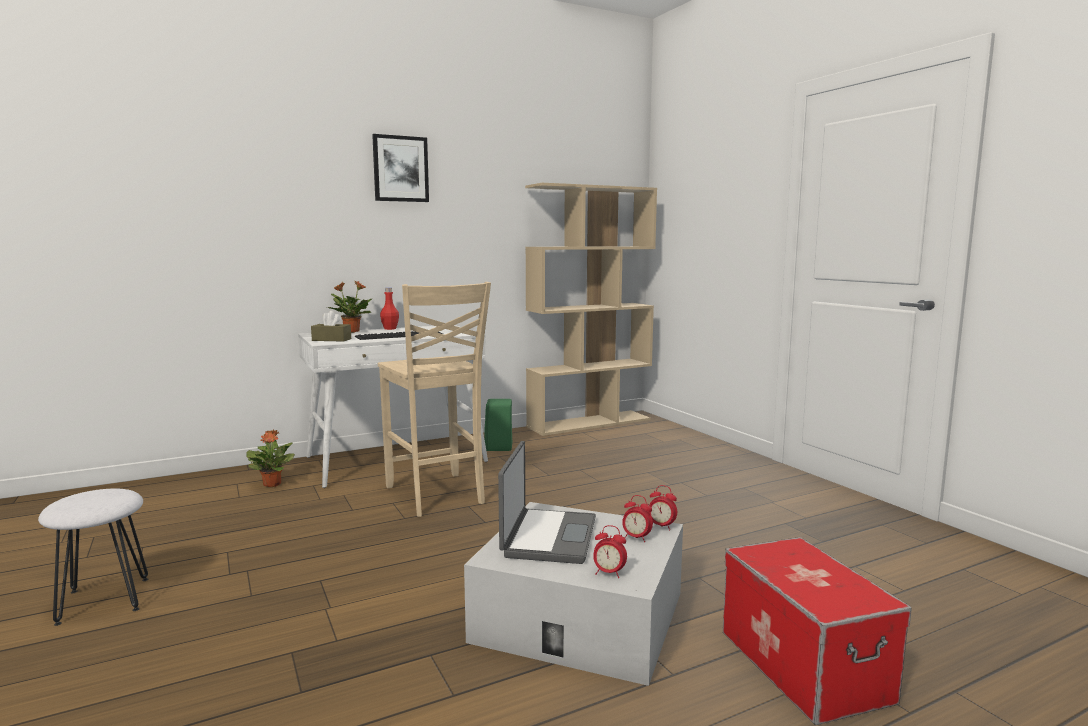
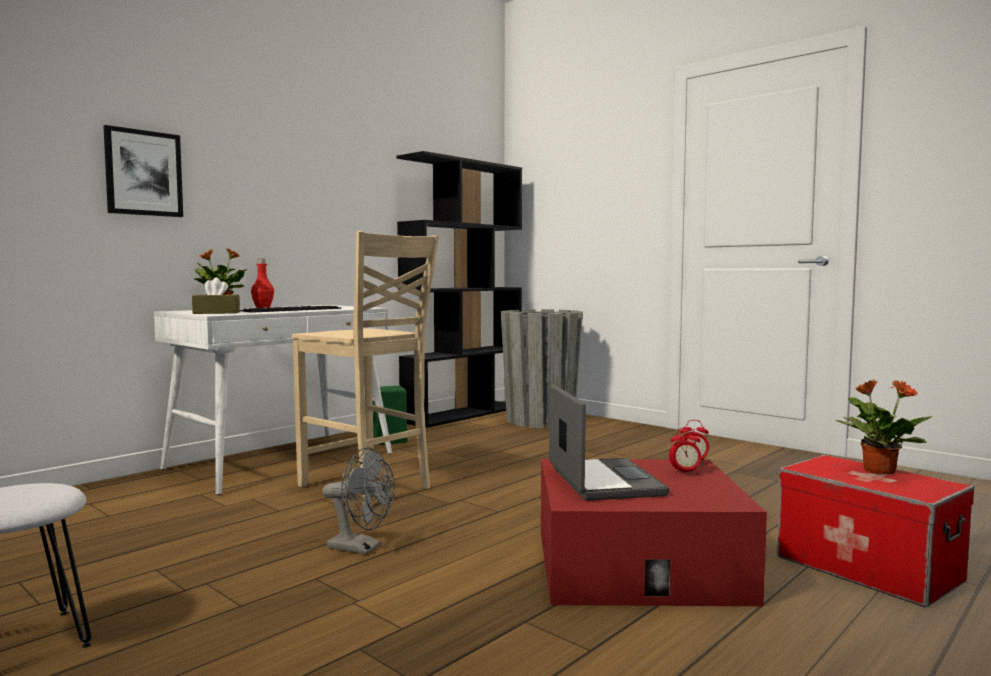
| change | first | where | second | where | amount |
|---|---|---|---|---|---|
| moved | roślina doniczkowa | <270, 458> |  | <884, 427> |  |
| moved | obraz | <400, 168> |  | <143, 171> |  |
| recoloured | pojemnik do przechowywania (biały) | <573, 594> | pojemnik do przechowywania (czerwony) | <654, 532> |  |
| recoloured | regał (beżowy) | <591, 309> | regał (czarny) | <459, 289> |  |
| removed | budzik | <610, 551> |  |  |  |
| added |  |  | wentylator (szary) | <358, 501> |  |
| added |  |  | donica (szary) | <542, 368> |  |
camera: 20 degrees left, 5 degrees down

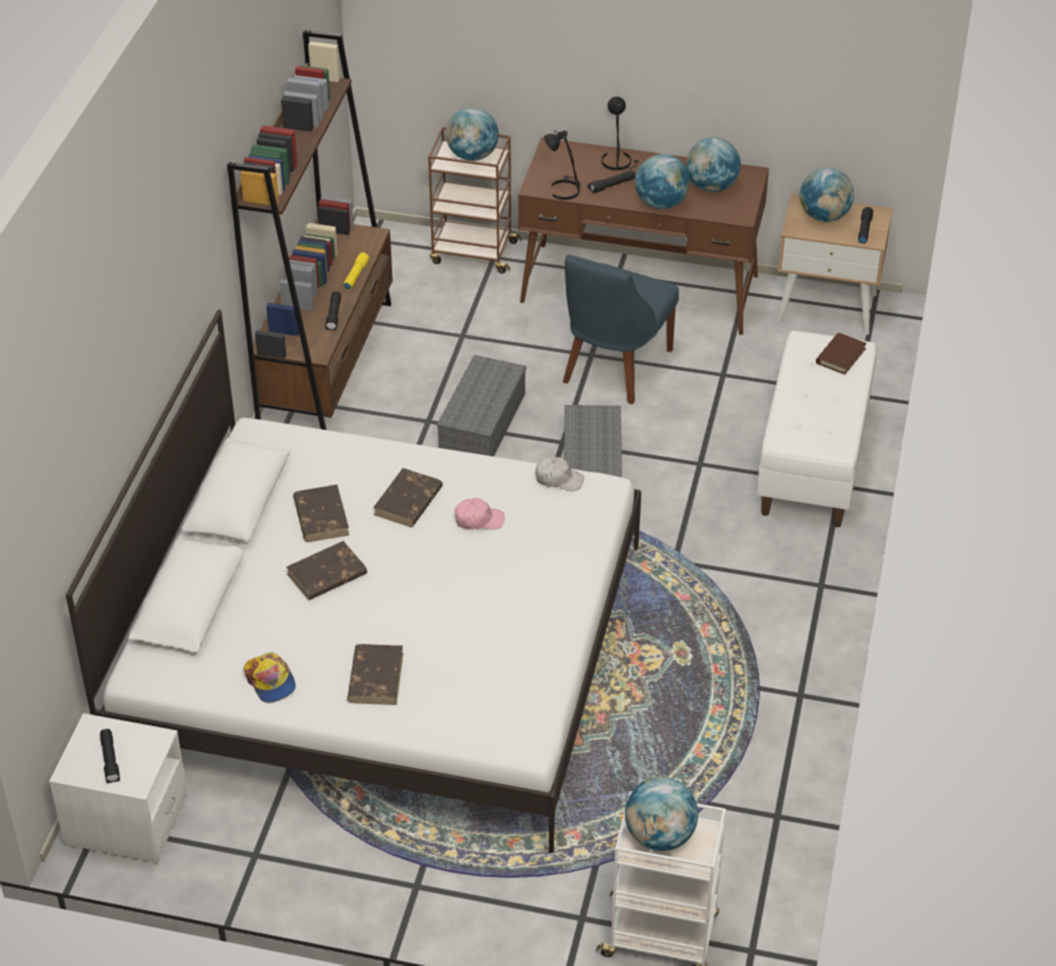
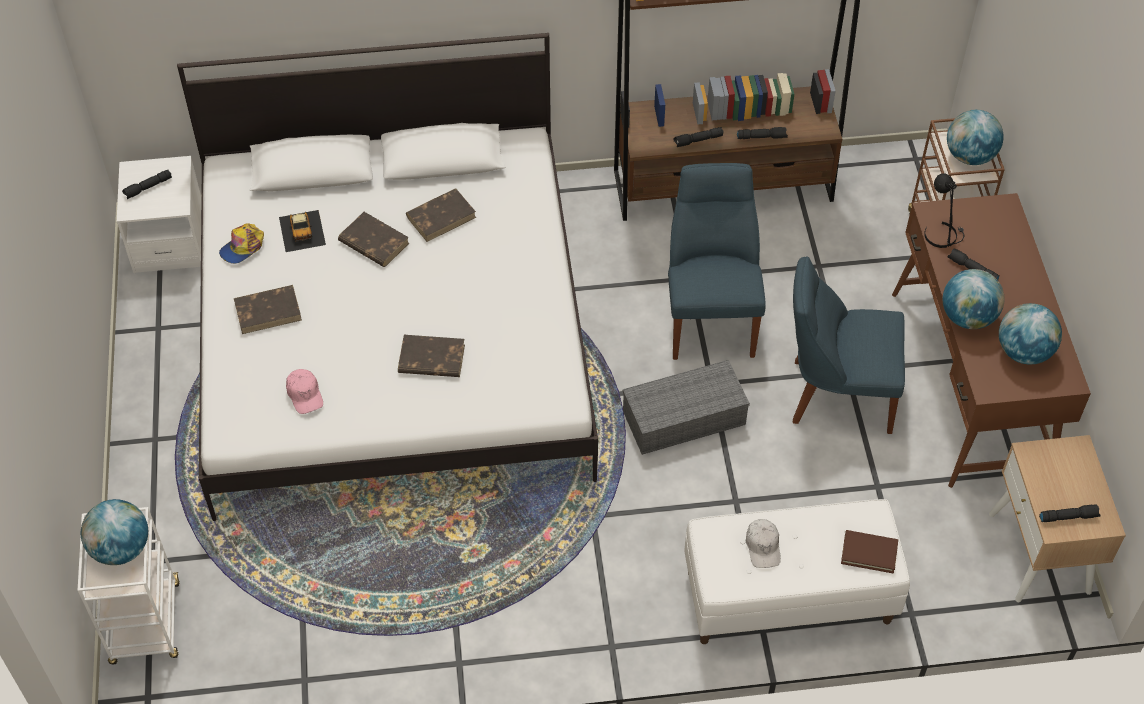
| change | first | where | second | where | amount |
|---|---|---|---|---|---|
| recoloured | latarka (żółty) | <356, 271> | latarka (czarny) | <762, 133> |  |
| moved | książka (brązowy) | <408, 497> |  | <431, 356> |  |
| replaced | pojemnik do przechowywania (szary) | <481, 405> | krzesło (niebieski) | <717, 261> |  |
| moved | czapka z daszkiem (różowy) | <479, 513> |  | <304, 391> |  |
| moved | czapka z daszkiem (biały) | <560, 474> |  | <763, 543> |  |
| removed | lampa stołowa (czarny) | <620, 133> |  |  |  |
| removed | globus | <827, 195> |  |  |  |
| added |  |  | samochodzik | <302, 231> |  |
camera: 70 degrees right, 10 degrees up

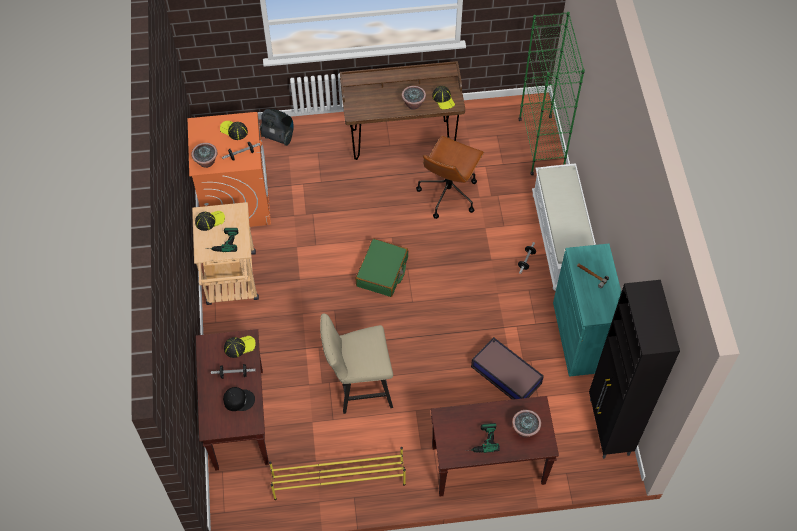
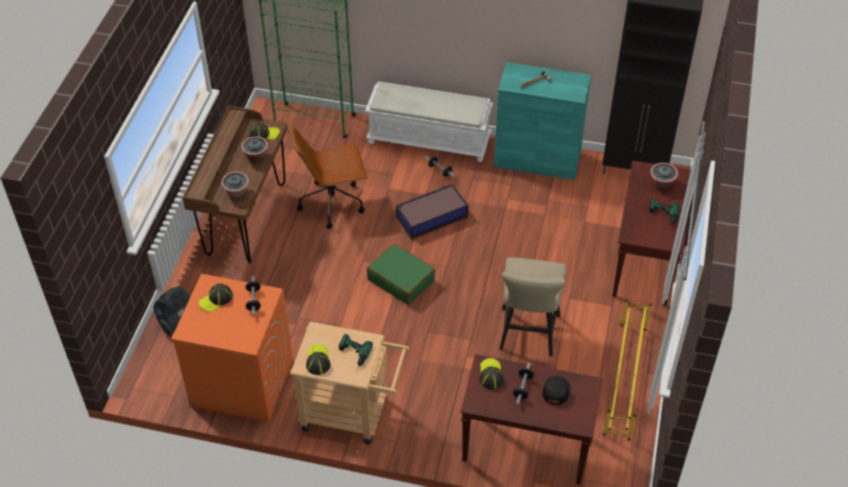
| change | first | where | second | where | amount |
|---|---|---|---|---|---|
| moved | roślina doniczkowa | <204, 155> |  | <235, 184> |  |
| turned | krzesło biurowe (brązowy) | <450, 177> |  | <329, 178> | 120 degrees clockwise |
| moved | pojemnik do przechowywania | <507, 368> |  | <432, 212> |  |
camera: 70 degrees left, 10 degrees down

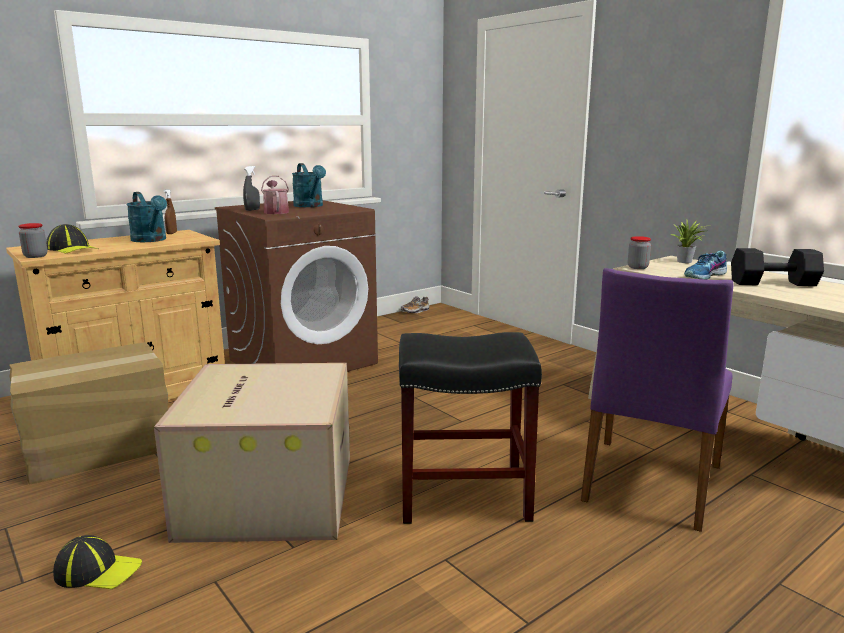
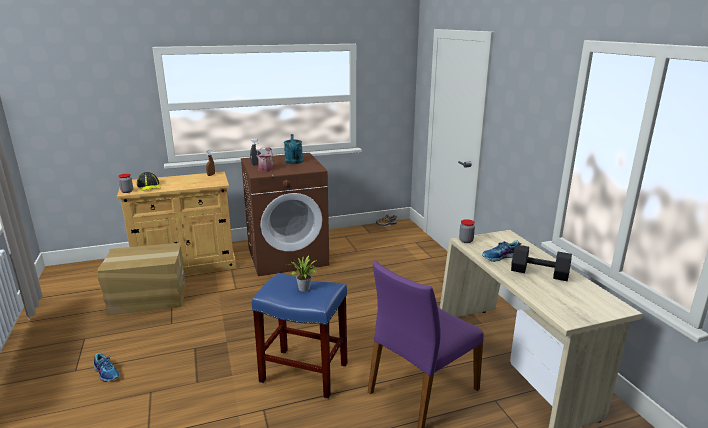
| change | first | where | second | where | amount |
|---|---|---|---|---|---|
| replaced | czapka z daszkiem | <97, 562> | but | <106, 367> |  |
| removed | konewka (turkusowy) | <146, 217> |  |  |  |
| removed | karton | <252, 453> |  |  |  |
| recoloured | stołek (czarny) | <470, 428> | stołek (niebieski) | <299, 336> |  |
| moved | roślina doniczkowa | <688, 241> |  | <302, 273> |  |
camera: 20 degrees right, 5 degrees up

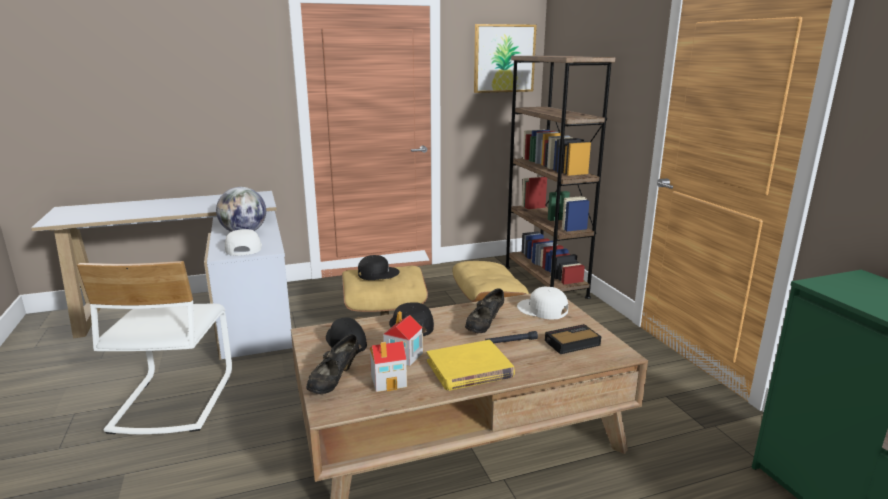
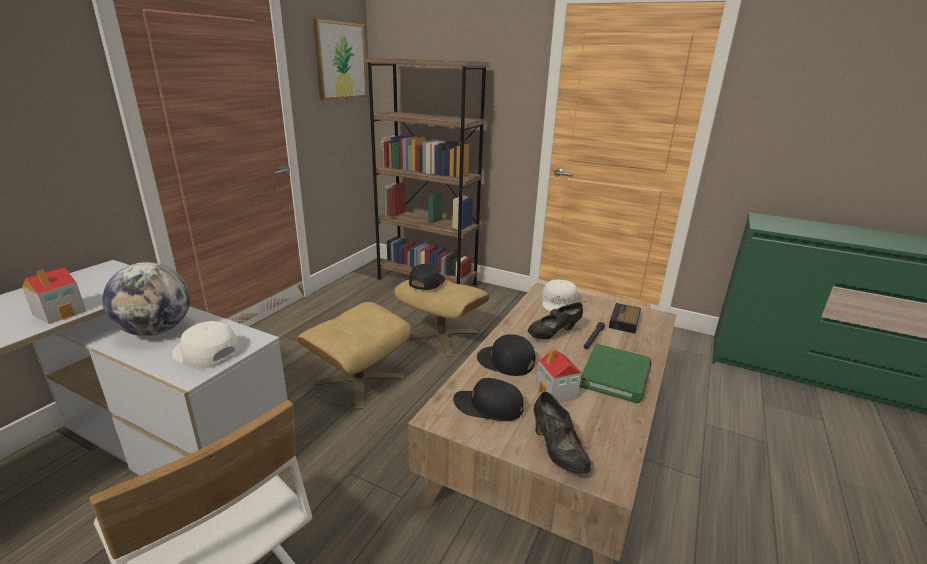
| change | first | where | second | where | amount |
|---|---|---|---|---|---|
| moved | czapka z daszkiem (czarny) | <378, 267> |  | <427, 277> |  |
| moved | domek | <388, 366> |  | <54, 295> |  |
| recoloured | książka (żółty) | <471, 365> | książka (zielony) | <616, 373> |  |
| turned | but (czarny) | <484, 311> |  | <555, 321> | 75 degrees clockwise |
| turned | czapka z daszkiem (biały) | <542, 303> |  | <560, 295> | 75 degrees counterclockwise |
camera: 45 degrees left, 5 degrees up

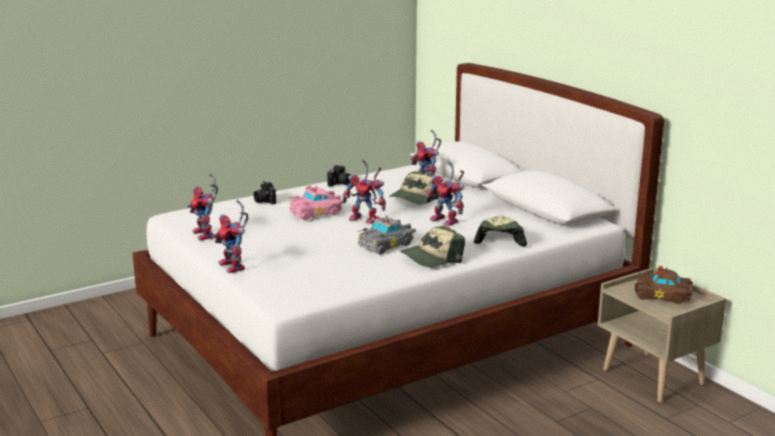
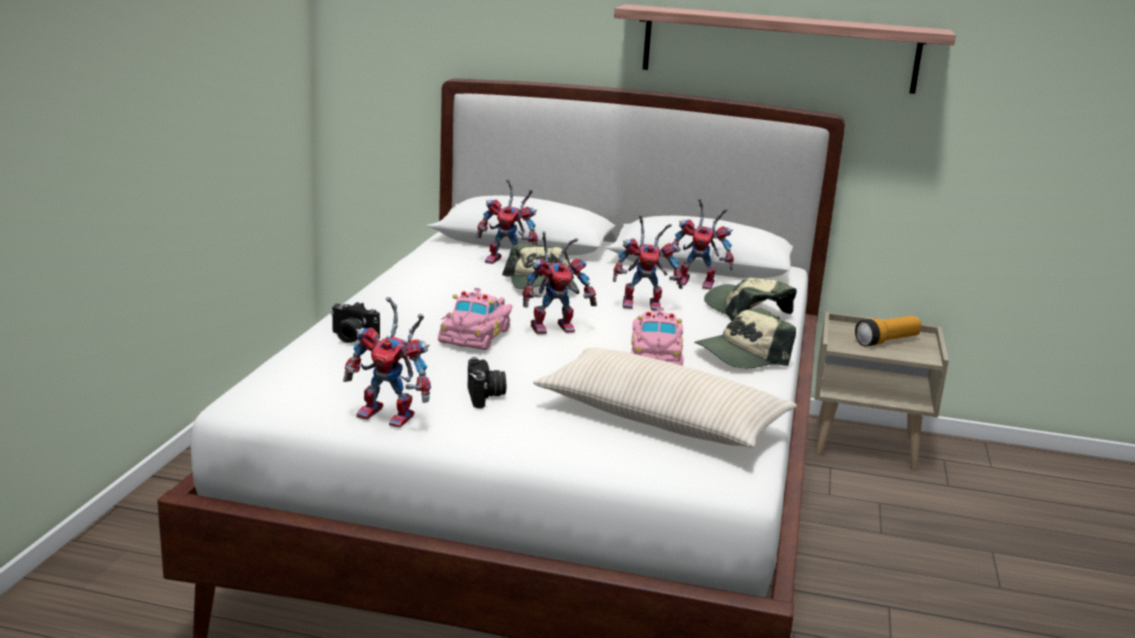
| change | first | where | second | where | amount |
|---|---|---|---|---|---|
| moved | robot zabawkowy | <230, 236> |  | <702, 244> |  |
| moved | aparat fotograficzny | <339, 176> |  | <486, 382> |  |
| recoloured | samochodzik (szary) | <387, 234> | samochodzik (różowy) | <657, 336> |  |
| turned | czapka z daszkiem | <432, 246> |  | <745, 338> | 45 degrees clockwise |
| replaced | samochodzik (brązowy) | <664, 285> | latarka | <888, 331> |  |
| added |  |  | poduszka (beżowy) | <665, 398> |  |
| added |  |  | półka | <785, 49> |  |
camera: 45 degrees left, 0 degrees up

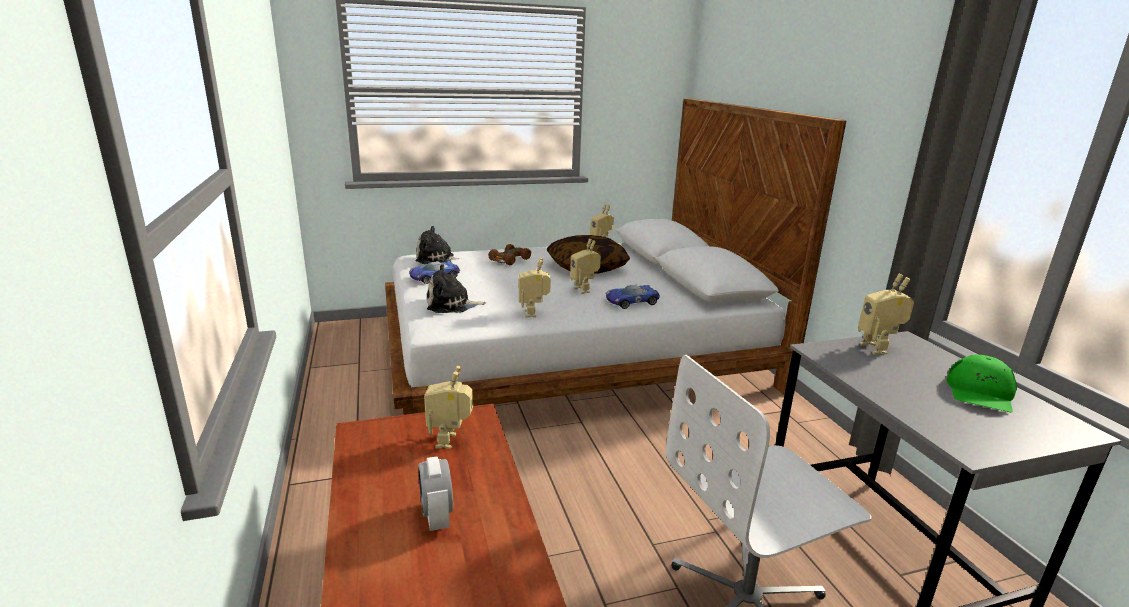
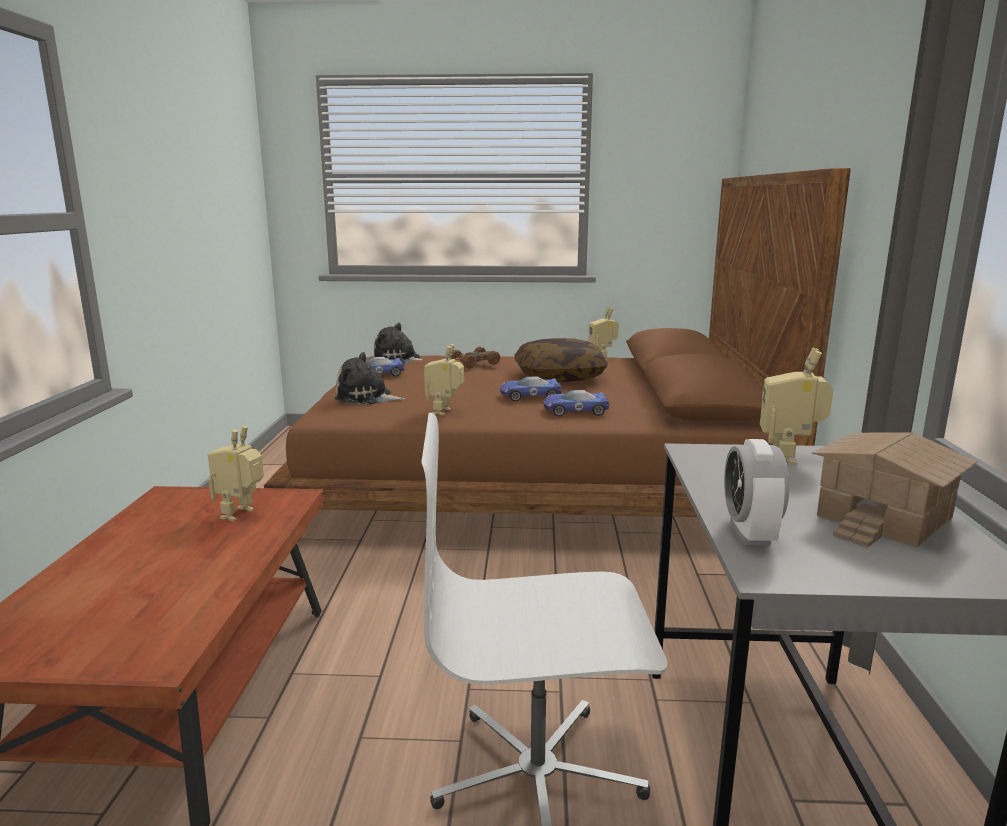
| change | first | where | second | where | amount |
|---|---|---|---|---|---|
| recoloured | łóżko (biały) | <615, 256> | łóżko (brązowy) | <557, 355> |  |
| moved | budzik | <435, 493> |  | <756, 492> |  |
| replaced | robot zabawkowy | <585, 266> | samochodzik | <531, 388> |  |
| replaced | czapka z daszkiem (zielony) | <982, 383> | domek | <894, 490> |  |
camera: 20 degrees right, 5 degrees down

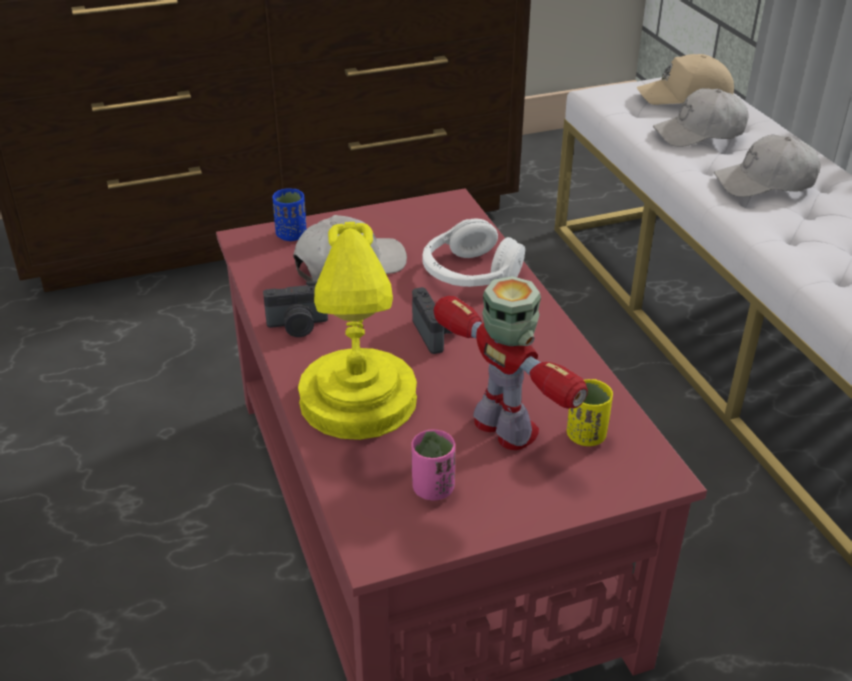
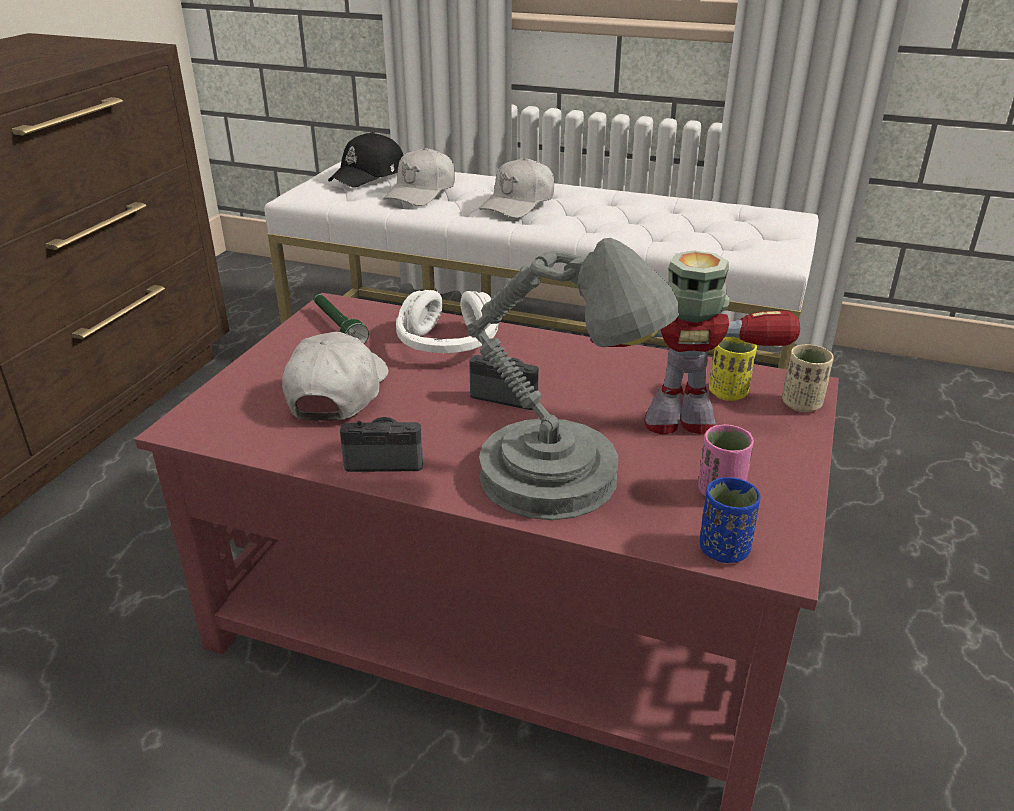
| change | first | where | second | where | amount |
|---|---|---|---|---|---|
| turned | aparat fotograficzny | <295, 309> |  | <381, 444> | 120 degrees counterclockwise |
| moved | filiżanka (niebieski) | <289, 214> |  | <730, 520> |  |
| recoloured | lampa stołowa (żółty) | <357, 331> | lampa stołowa (szary) | <573, 379> |  |
| recoloured | czapka z daszkiem (beżowy) | <685, 79> | czapka z daszkiem (czarny) | <365, 159> |  |
| added |  |  | latarka (zielony) | <341, 319> |  |
| added |  |  | filiżanka (beżowy) | <808, 378> |  |
camera: 50 degrees left, 5 degrees down

